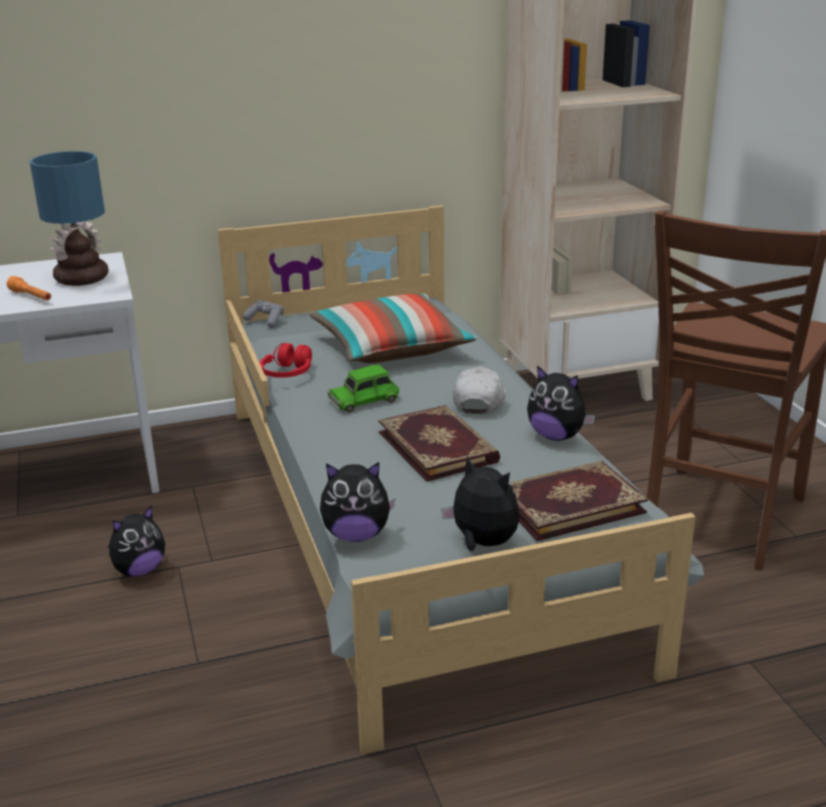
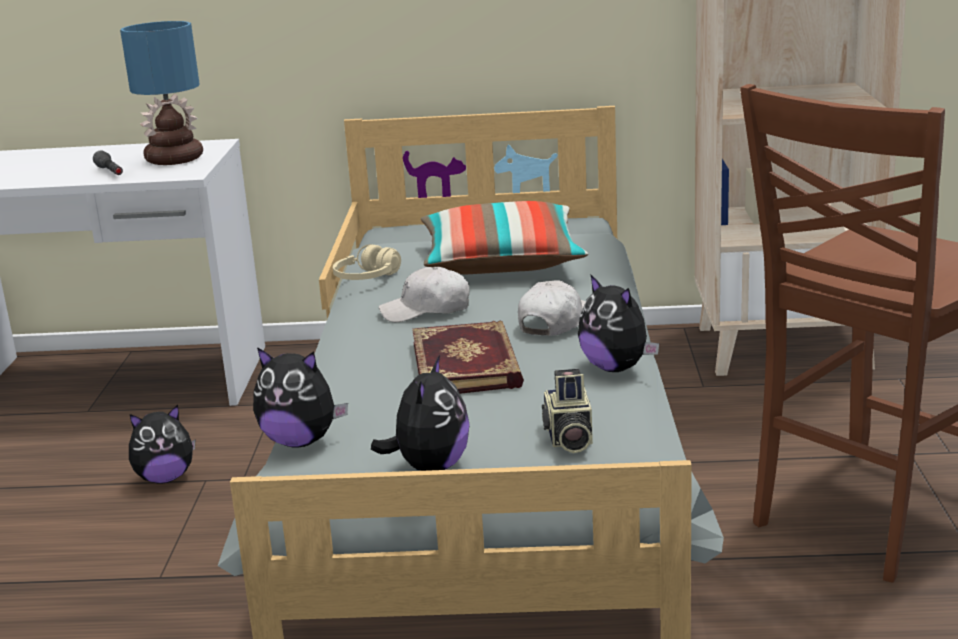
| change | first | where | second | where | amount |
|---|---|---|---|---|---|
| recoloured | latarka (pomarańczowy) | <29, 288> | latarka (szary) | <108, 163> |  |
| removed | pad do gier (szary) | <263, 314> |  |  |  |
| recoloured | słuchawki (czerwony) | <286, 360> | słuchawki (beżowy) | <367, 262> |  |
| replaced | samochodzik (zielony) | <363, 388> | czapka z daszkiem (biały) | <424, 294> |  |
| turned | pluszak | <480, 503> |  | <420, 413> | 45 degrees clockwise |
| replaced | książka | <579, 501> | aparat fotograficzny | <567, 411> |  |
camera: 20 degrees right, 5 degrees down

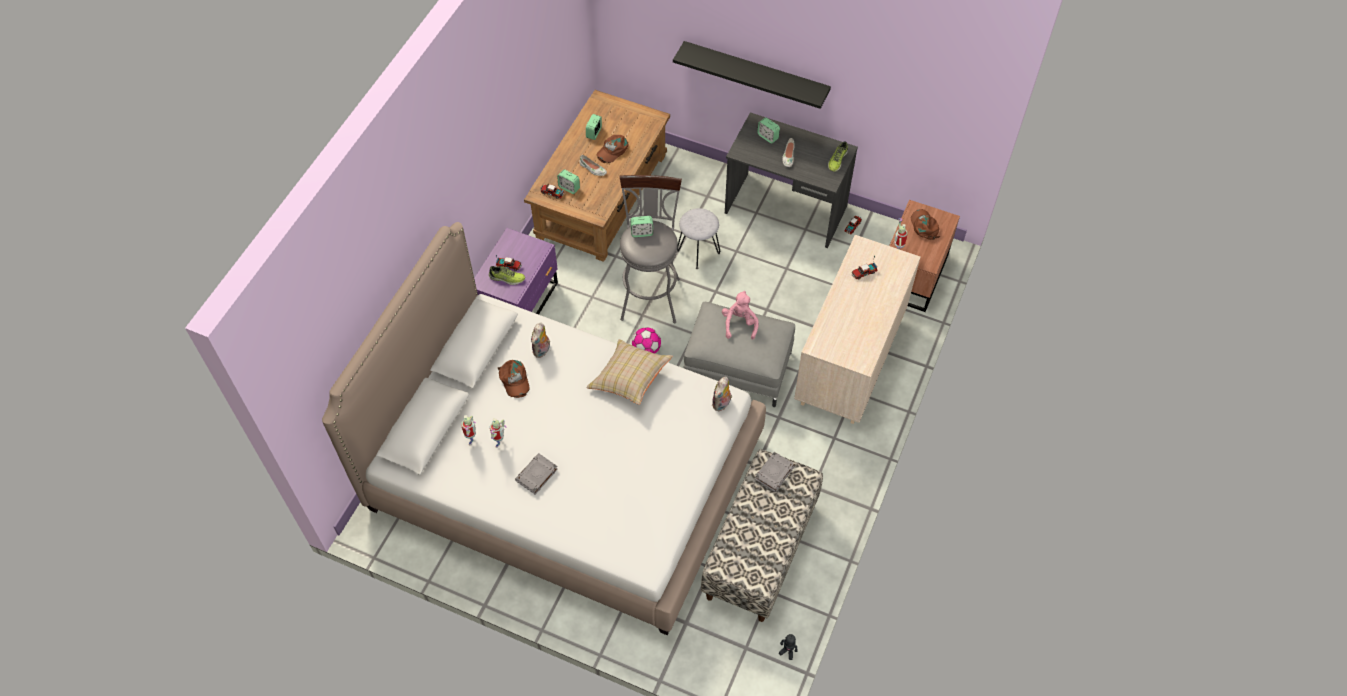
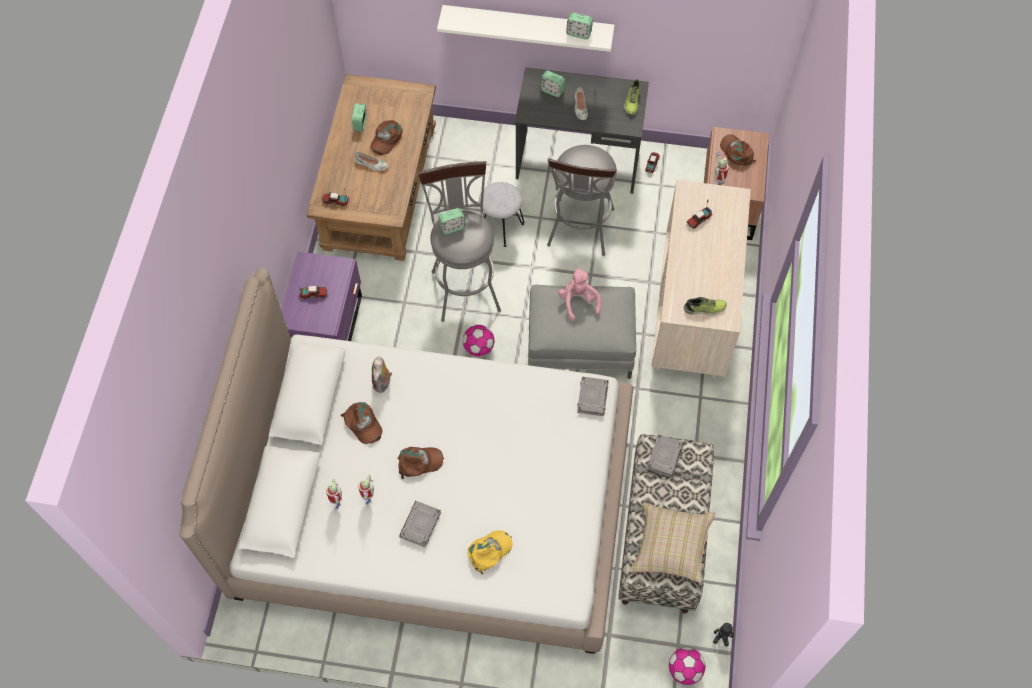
| change | first | where | second | where | amount |
|---|---|---|---|---|---|
| moved | but | <507, 275> |  | <705, 306> |  |
| moved | budzik | <568, 181> |  | <579, 26> |  |
| moved | poduszka (beżowy) | <629, 372> |  | <672, 542> |  |
| recoloured | półka (czarny) | <752, 75> | półka (biały) | <526, 28> |  |
| replaced | pluszak | <722, 394> | książka (szary) | <593, 396> |  |
| added |  |  | czapka z daszkiem (brązowy) | <421, 463> |  |
| added |  |  | czapka z daszkiem (żółty) | <490, 552> |  |
| added |  |  | stołek (szary) | <582, 200> |  |
| added |  |  | piłka futbolowa | <687, 666> |  |
camera: 15 degrees left, 5 degrees up

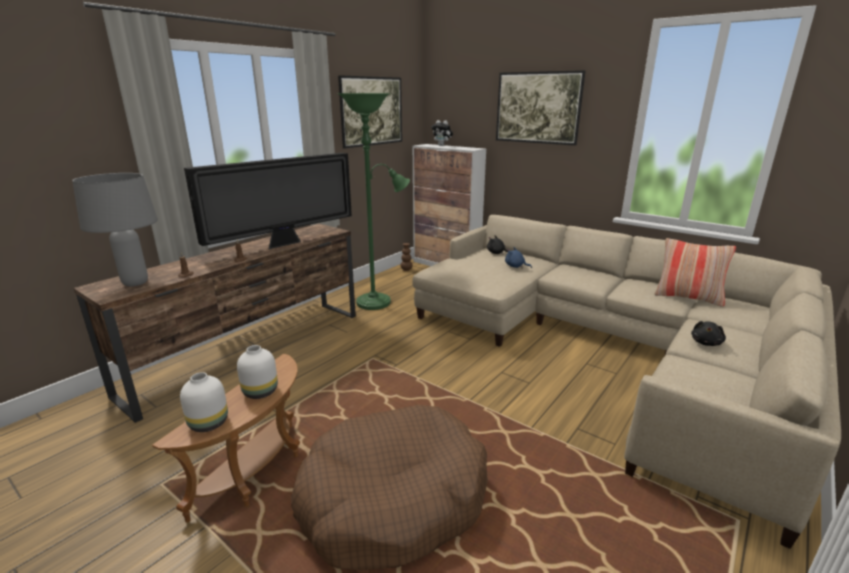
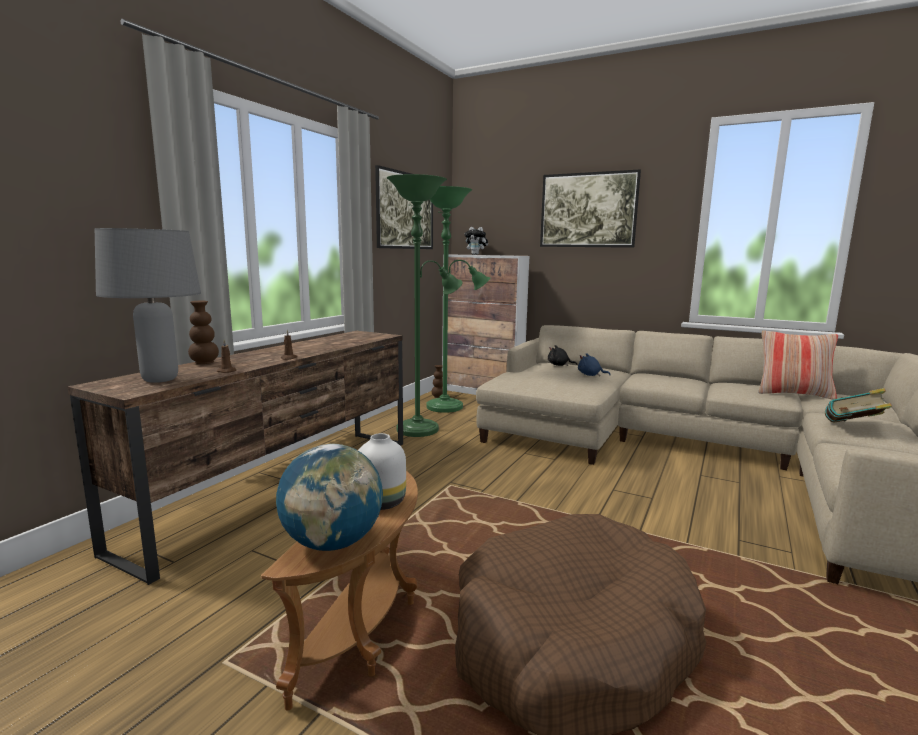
| change | first | where | second | where | amount |
|---|---|---|---|---|---|
| replaced | wazon (biały) | <204, 402> | globus | <329, 497> |  |
| removed | telewizor | <268, 201> |  |  |  |
| replaced | pluszak (czarny) | <708, 333> | książka | <858, 405> |  |
| added |  |  | wazon (brązowy) | <203, 332> |  |
| added |  |  | lampa stojąca (zielony) | <458, 299> |  |
camera: 10 degrees left, 10 degrees down

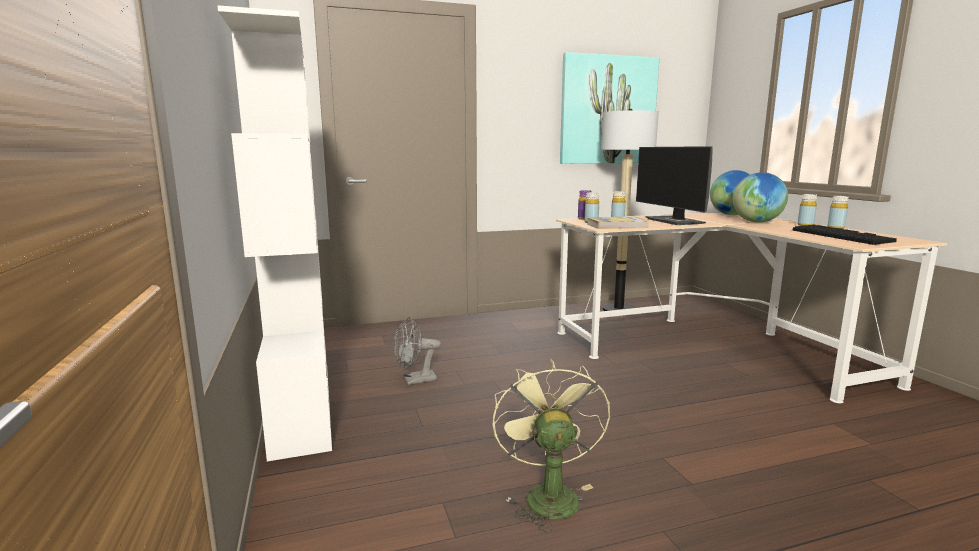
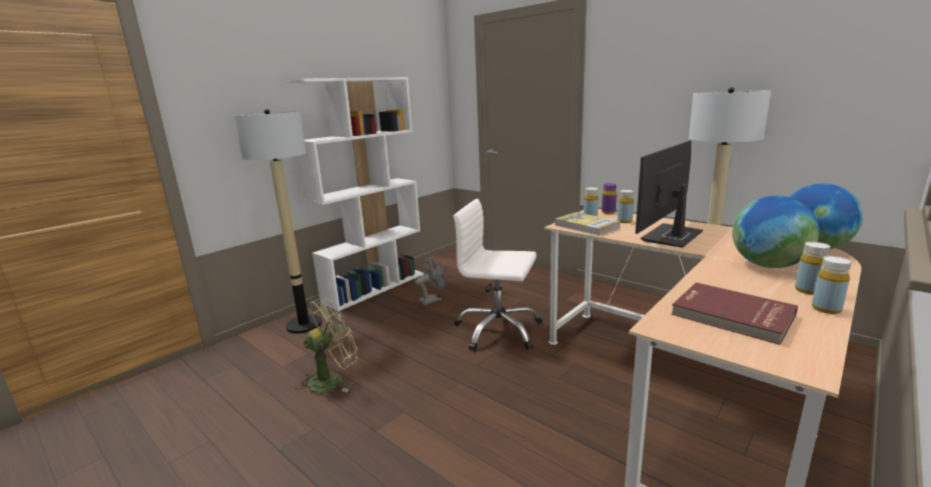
| change | first | where | second | where | amount |
|---|---|---|---|---|---|
| turned | wentylator (szary) | <417, 351> |  | <431, 281> | 105 degrees clockwise |
| removed | obraz | <609, 108> |  |  |  |
| replaced | klawiatura | <845, 235> | książka (czerwony) | <734, 314> |  |
| added |  |  | lampa stojąca | <277, 221> |  |
| added |  |  | krzesło biurowe (biały) | <497, 275> |  |
camera: 60 degrees right, 5 degrees up

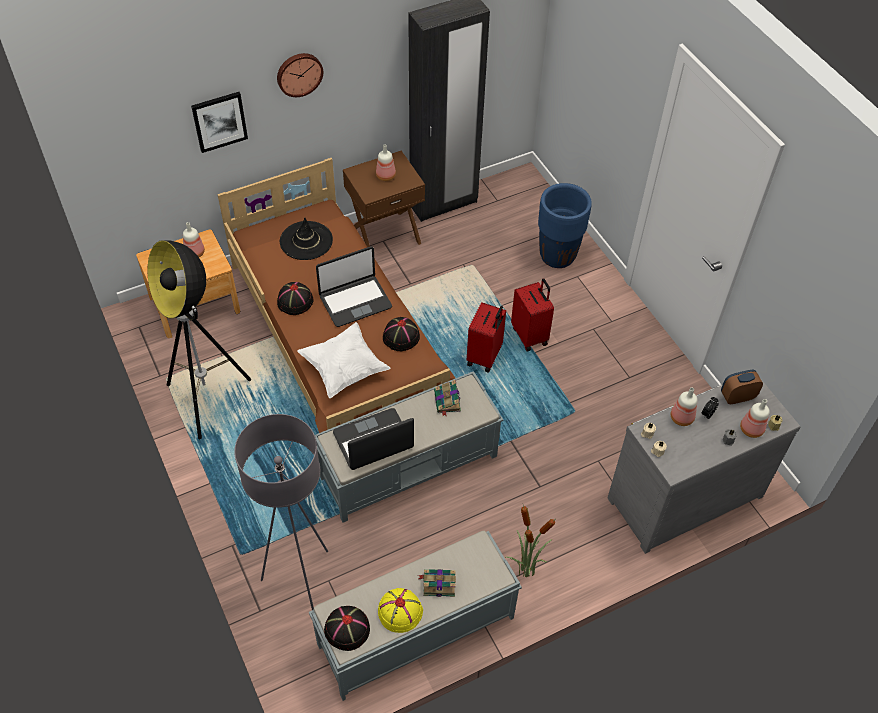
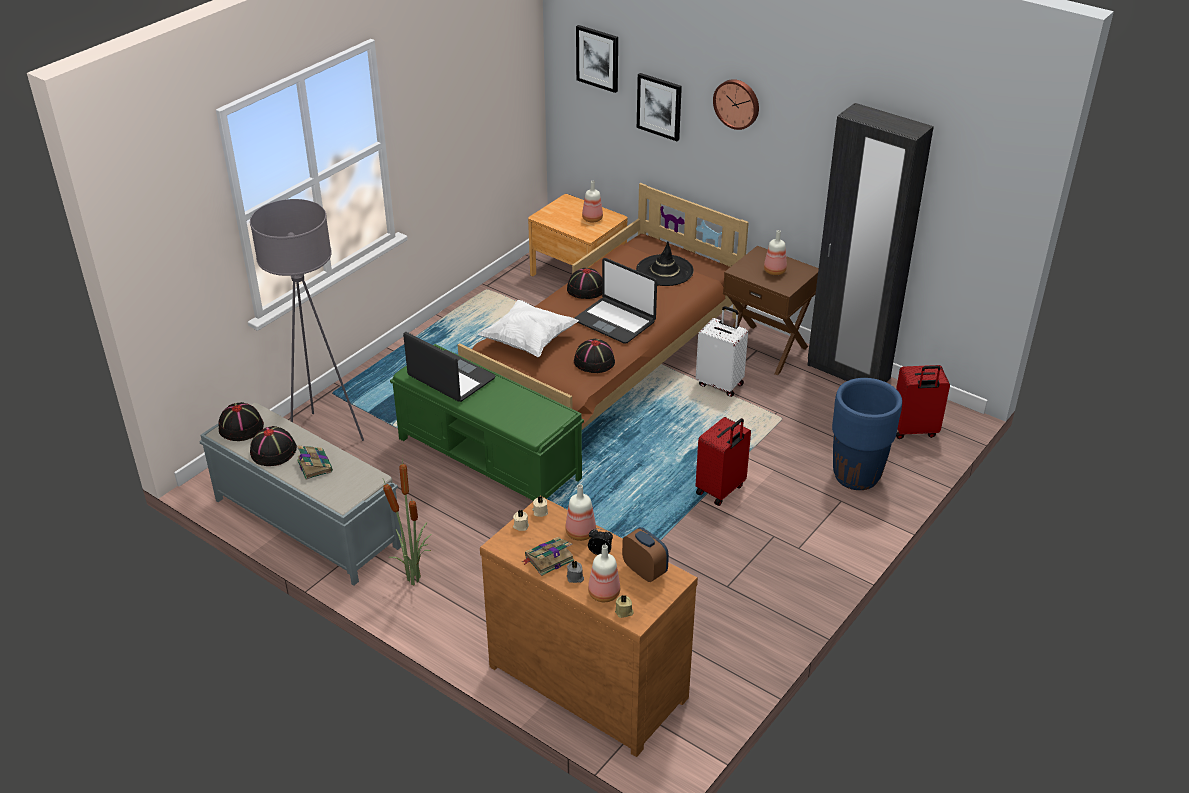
| change | first | where | second | where | amount |
|---|---|---|---|---|---|
| removed | lampa stojąca | <199, 339> |  |  |  |
| recoloured | ławka (szary) | <409, 447> | ławka (zielony) | <487, 422> |  |
| recoloured | kapelusz (żółty) | <400, 610> | kapelusz (czarny) | <273, 446> |  |
| moved | książka | <447, 398> |  | <548, 556> |  |
| moved | walizka (czerwony) | <486, 337> |  | <923, 402> |  |
| recoloured | komoda (szary) | <704, 466> | komoda (brązowy) | <589, 626> |  |
| added |  |  | obraz | <597, 59> |  |
| added |  |  | walizka (biały) | <722, 351> |  |
camera: 65 degrees right, 15 degrees down

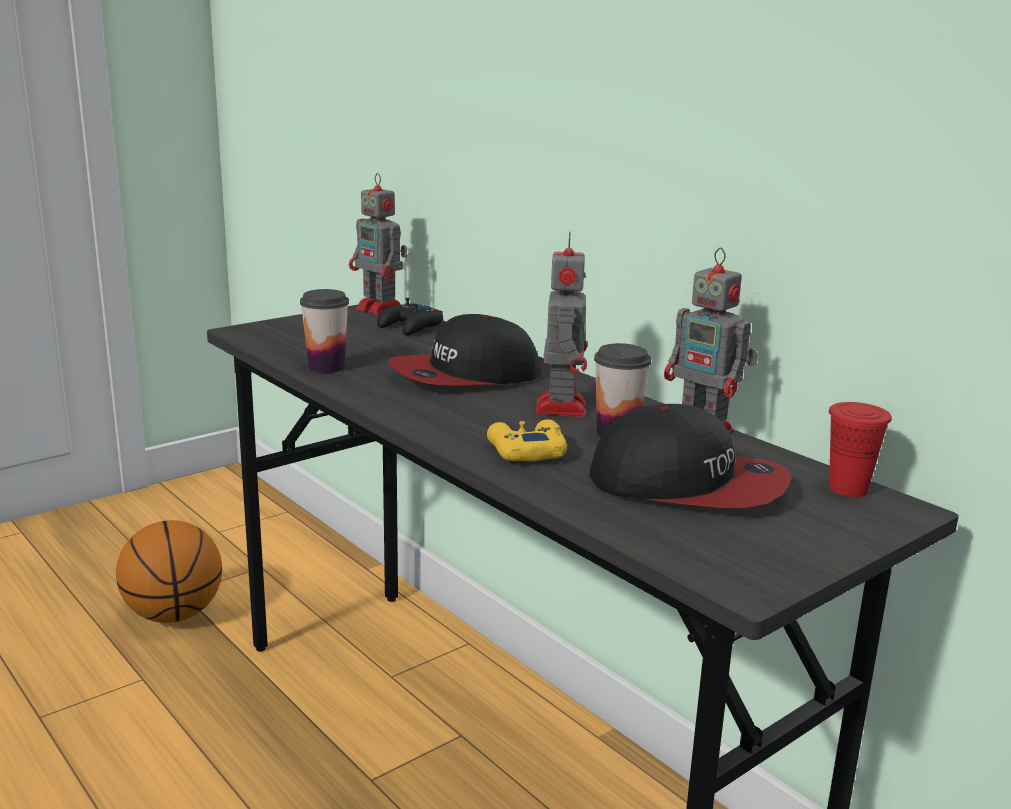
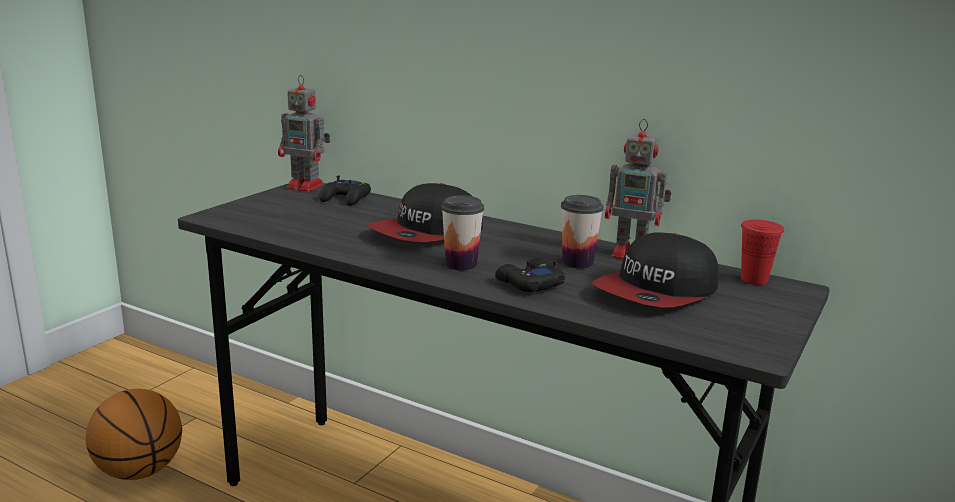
| change | first | where | second | where | amount |
|---|---|---|---|---|---|
| moved | filiżanka | <324, 331> |  | <462, 233> |  |
| recoloured | pad do gier (żółty) | <527, 440> | pad do gier (czarny) | <530, 275> |  |
| removed | robot zabawkowy | <561, 324> |  |  |  |
| turned | czapka z daszkiem | <690, 456> |  | <655, 270> | 135 degrees clockwise |
camera: 20 degrees left, 0 degrees up

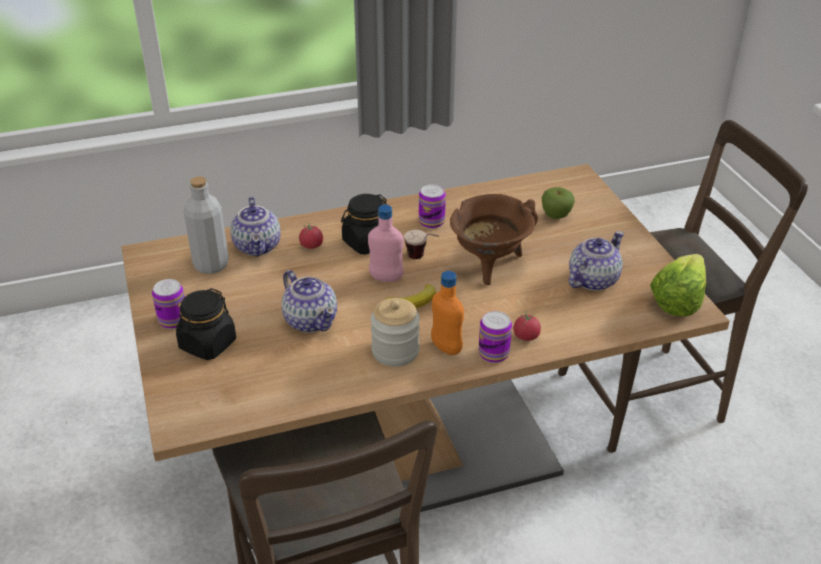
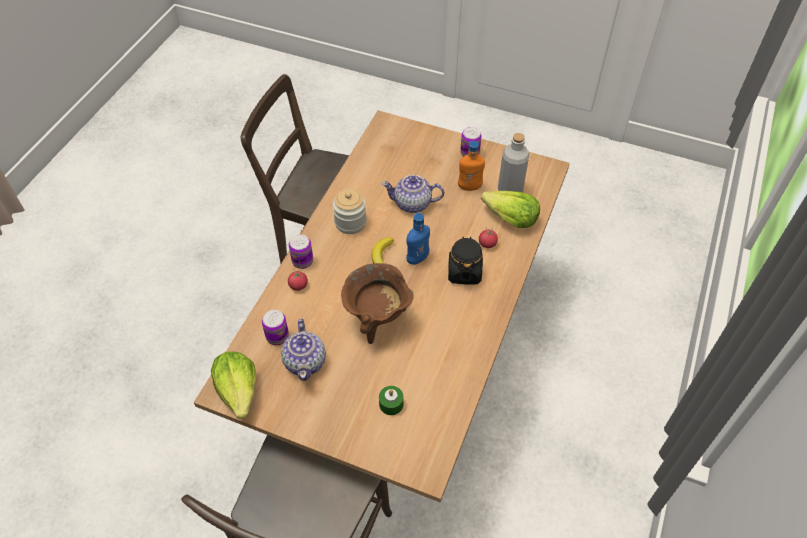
| change | first | where | second | where | amount |
|---|---|---|---|---|---|
| removed | słoik (czarny) | <206, 324> |  |  |  |
| replaced | imbryk | <255, 227> | sałata | <510, 209> |  |
| recoloured | butelka (różowy) | <386, 243> | butelka (niebieski) | <418, 239> |  |
| removed | filiżanka | <421, 244> |  |  |  |
| moved | puszka | <432, 206> |  | <275, 327> |  |
| moved | butelka (pomarańczowy) | <447, 313> |  | <471, 166> |  |
| replaced | jabłko | <558, 203> | świeca (zielony) | <391, 400> |  |
camera: 130 degrees right, 15 degrees up

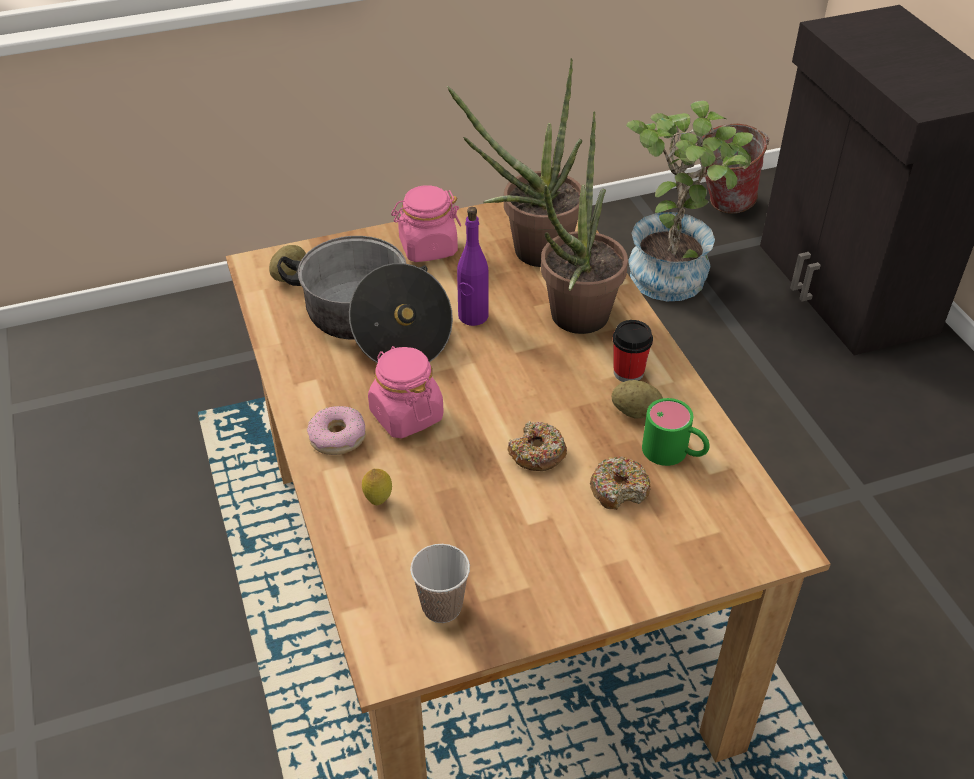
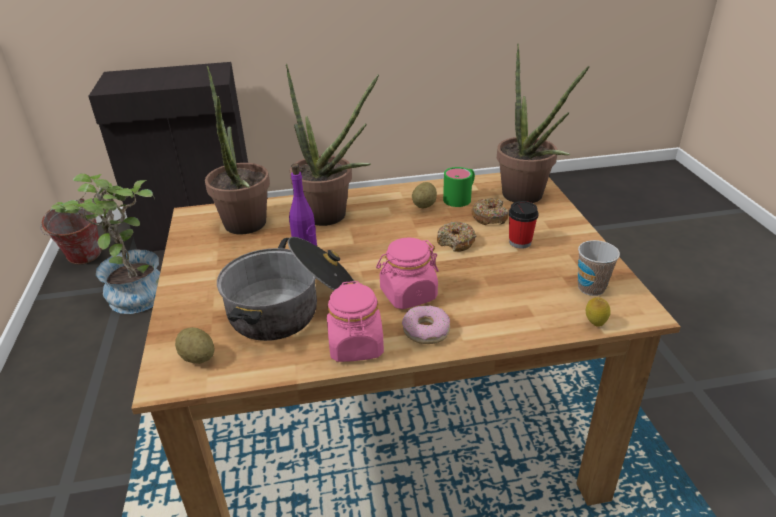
| change | first | where | second | where | amount |
|---|---|---|---|---|---|
| moved | cytryna | <377, 487> |  | <598, 312> |  |
| moved | słoik (różowy) | <426, 223> |  | <355, 321> |  |
| moved | filiżanka | <633, 351> |  | <523, 225> |  |
| added |  |  | roślina doniczkowa | <543, 123> |  |
camera: 80 degrees left, 10 degrees down

